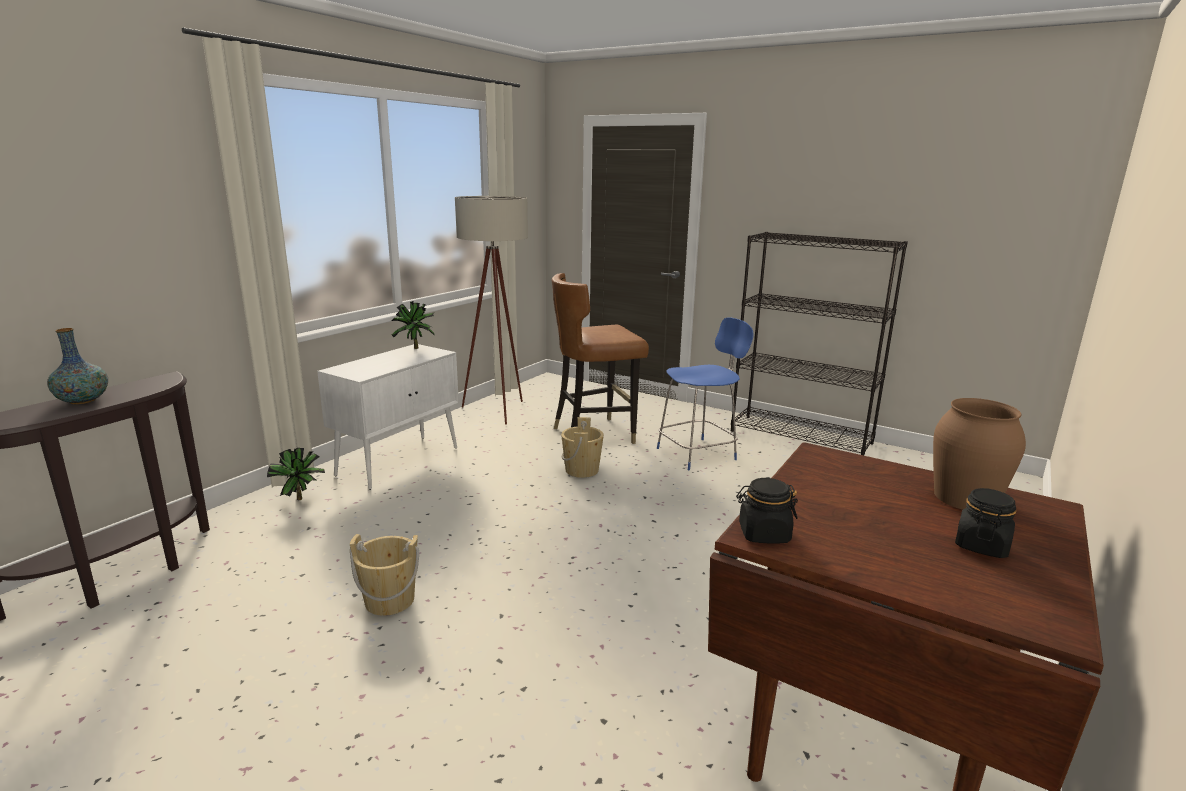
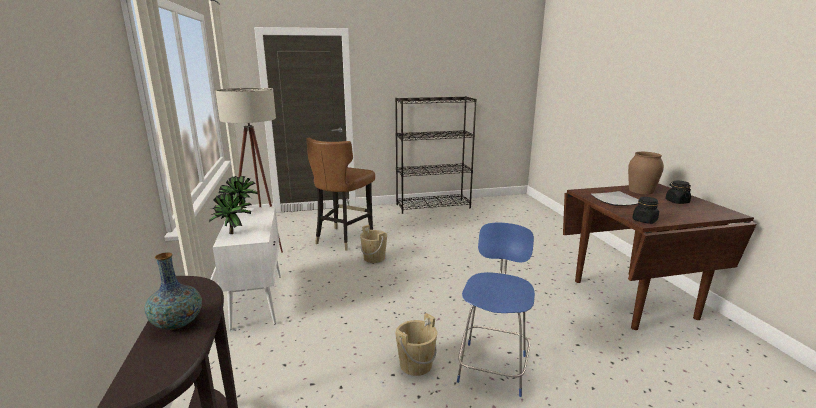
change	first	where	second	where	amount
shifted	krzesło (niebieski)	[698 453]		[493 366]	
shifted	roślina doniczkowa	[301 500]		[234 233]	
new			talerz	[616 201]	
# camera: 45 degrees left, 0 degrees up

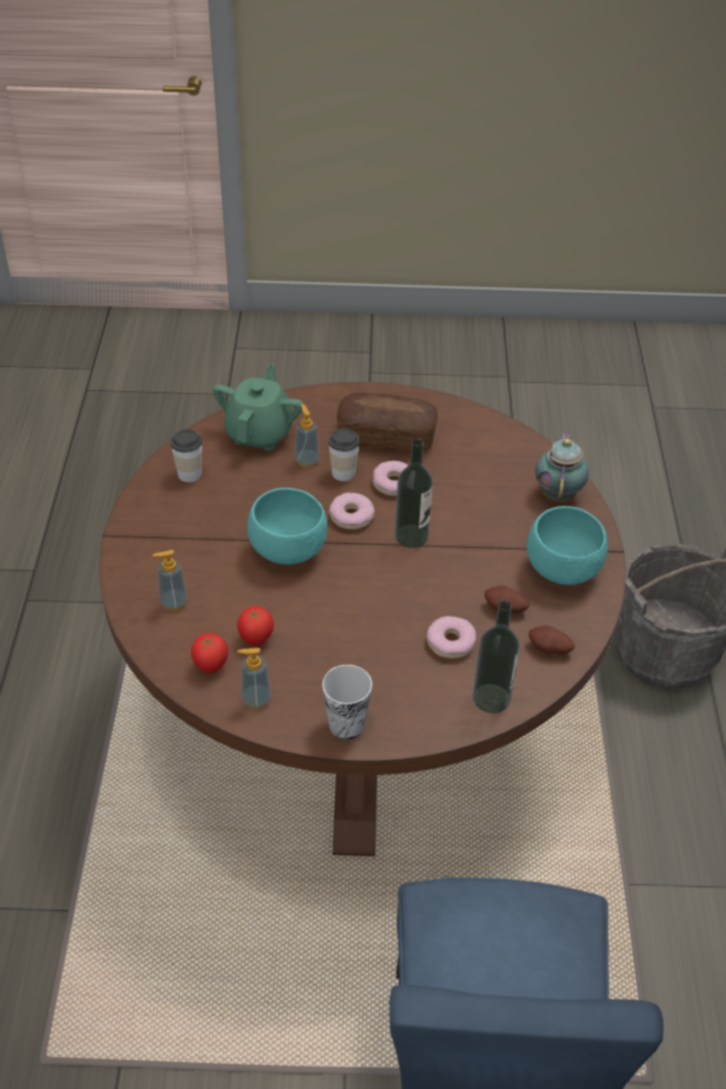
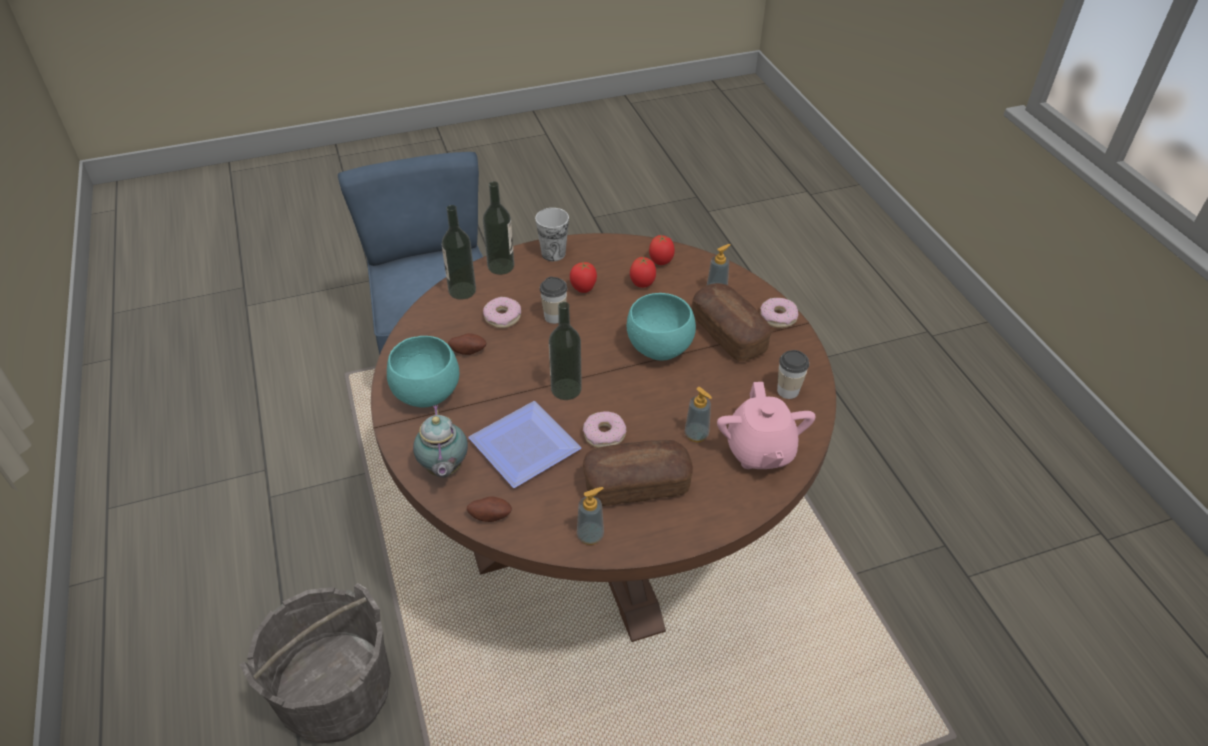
change	first	where	second	where	amount
repainted	imbryk (zielony)	[260 433]	imbryk (różowy)	[759 451]	
shifted	filiżanka	[343 473]		[554 316]	
shifted	donut	[351 516]		[778 317]	
shifted	ziemniak	[549 650]		[490 515]	
shifted	dozownik mydła	[256 699]		[590 535]	
new			butelka	[501 266]	
new			pomidor	[583 289]	
new			chleb	[728 334]	
new			talerz	[529 447]	
# camera: 160 degrees right, 0 degrees up

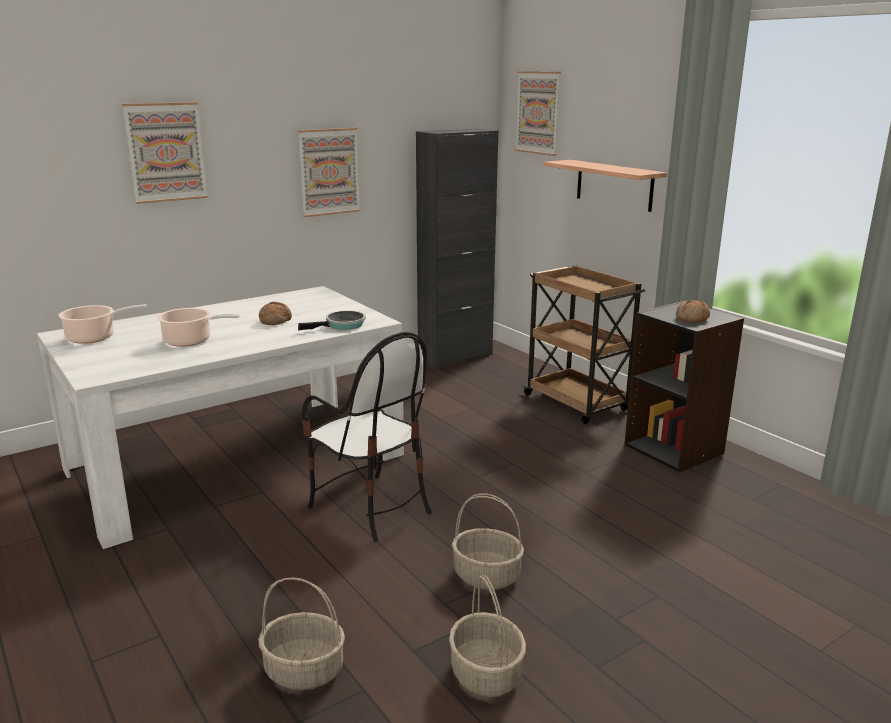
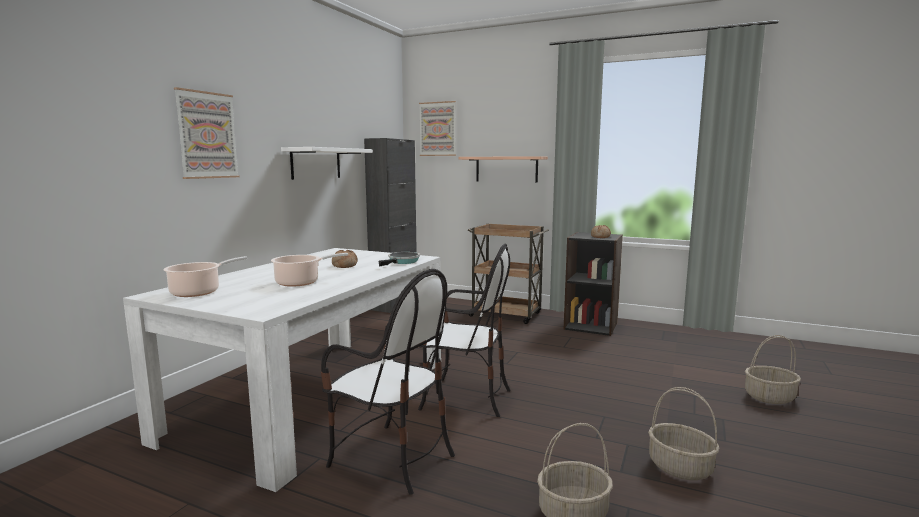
change	first	where	second	where	amount
swapped	obraz	[329 172]	półka (biały)	[316 163]	
shifted	koszyk	[487 575]		[769 397]	
new			krzesło	[391 458]	
# camera: 30 degrees left, 10 degrees down

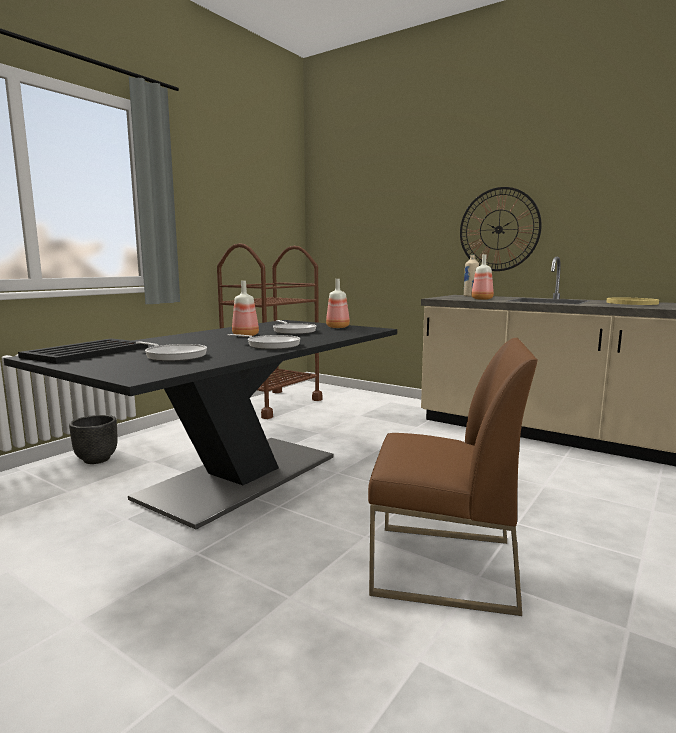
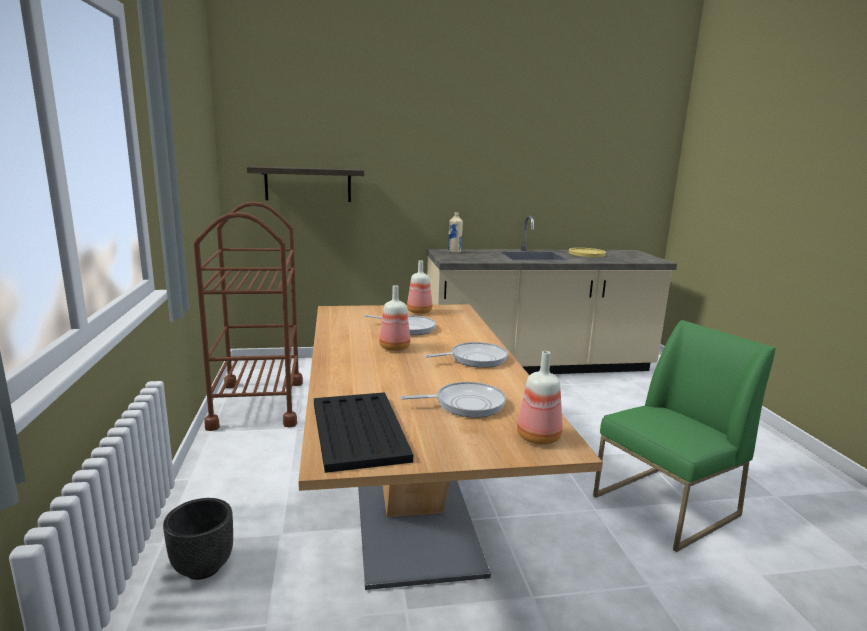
change	first	where	second	where	amount
gone	zegar ścienny	[499 229]			
shifted	butelka	[482 299]		[539 437]	
repainted	stół jadalny (czarny)	[241 477]	stół jadalny (beżowy)	[412 506]	
repainted	krzesło (brązowy)	[442 567]	krzesło (zielony)	[666 506]	
new			półka	[308 184]	
# camera: 45 degrees left, 5 degrees up

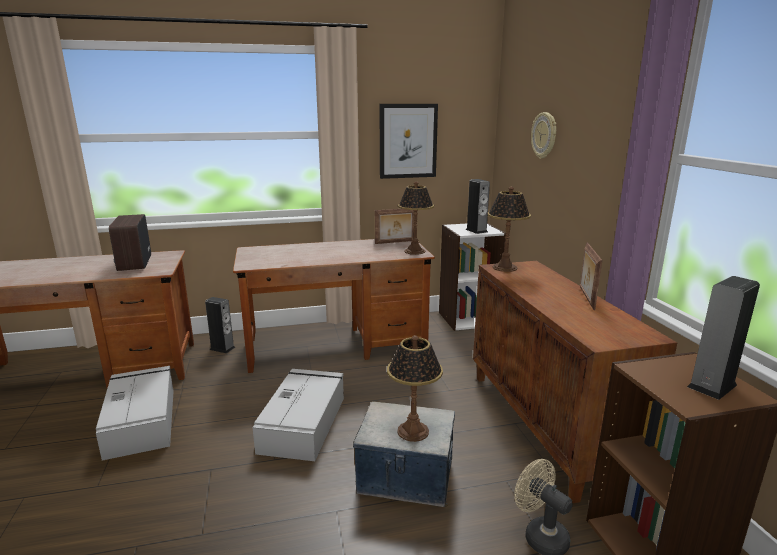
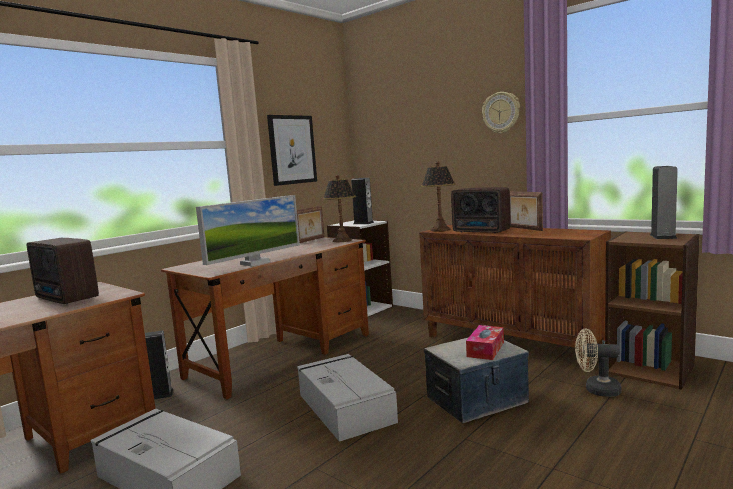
change	first	where	second	where	amount
shifted	zegar ścienny	[544 135]		[501 112]	
swapped	lampa stołowa	[413 431]	pudełko chusteczek	[485 349]	
new			radio	[482 231]	
new			monitor	[255 263]	
# camera: 35 degrees left, 10 degrees down

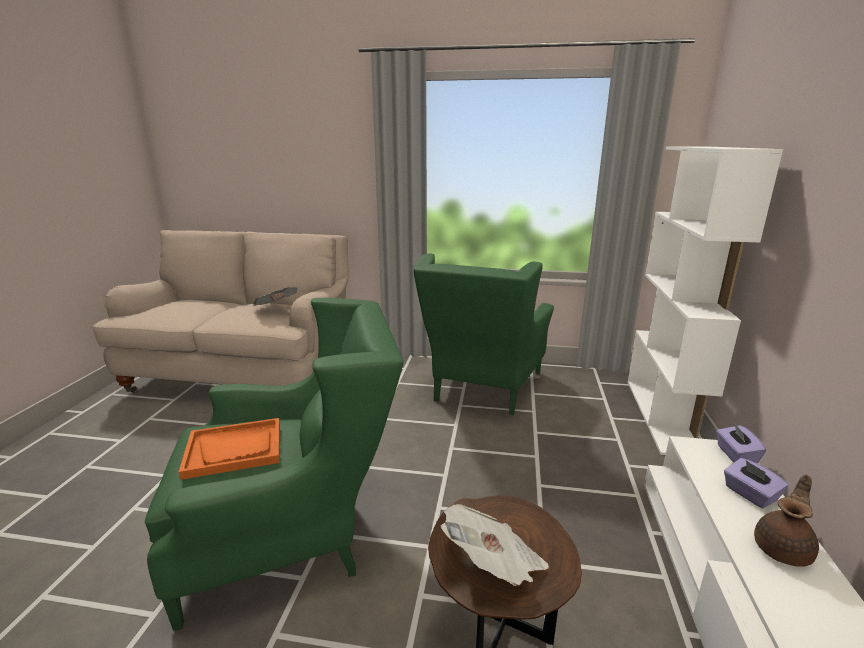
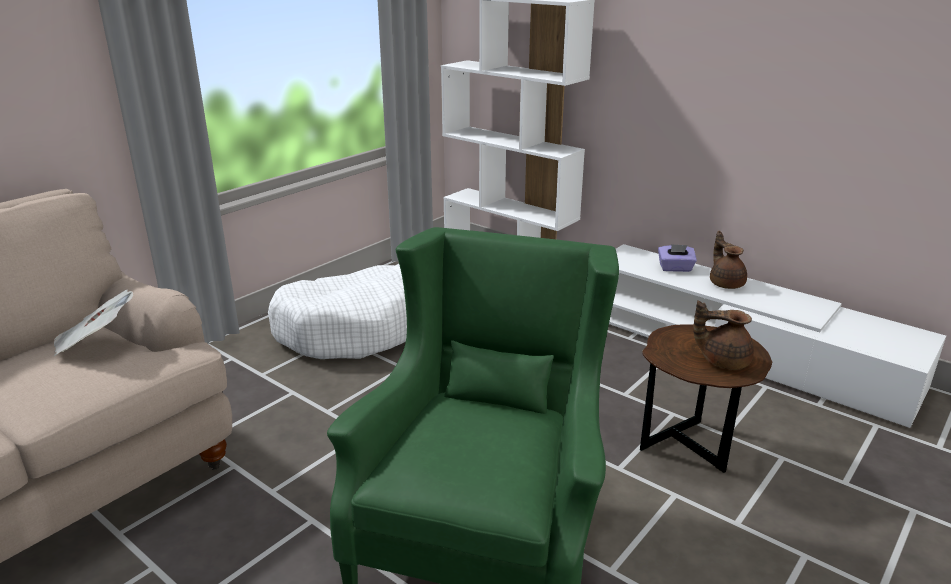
change	first	where	second	where	amount
swapped	fotel (zielony)	[481 390]	legowisko (biały)	[357 328]	
gone	taca (pomarańczowy)	[234 449]			
gone	pudełko chusteczek (fioletowy)	[735 455]			
swapped	gazeta	[494 565]	imbryk (brązowy)	[722 360]	
# camera: 60 degrees left, 5 degrees up

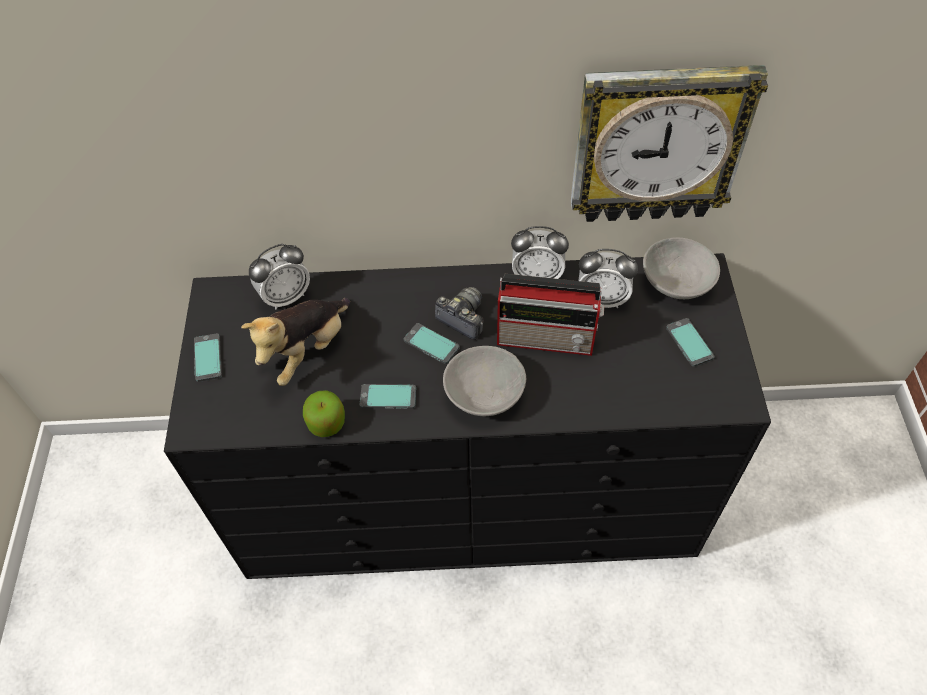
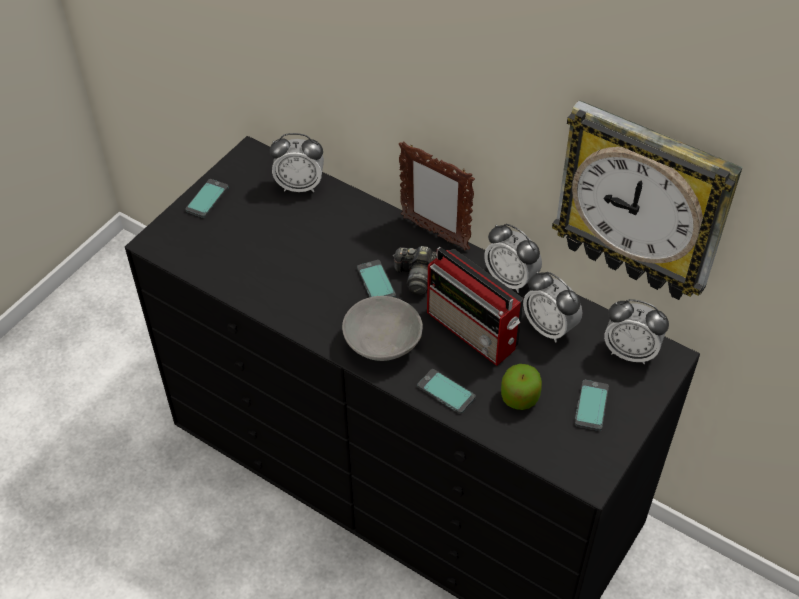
change	first	where	second	where	amount
swapped	miska (szary)	[677 282]	budzik	[630 352]	
rotated	aparat fotograficzny	[463 318]		[418 277]	120 degrees clockwise
gone	pluszak	[306 351]			
shifted	telefon	[388 397]		[446 392]	
shifted	jabłko	[326 423]		[519 397]	
new			ramka na zdjęcie	[434 233]	
# camera: 35 degrees right, 5 degrees down

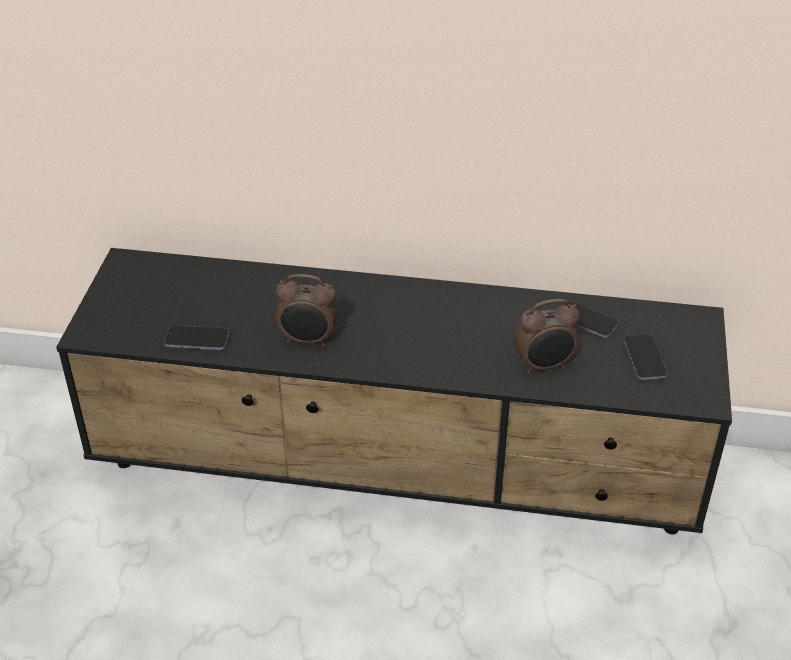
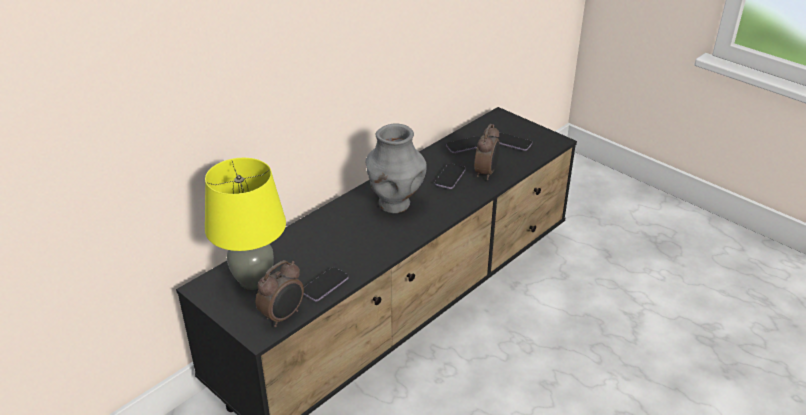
change	first	where	second	where	amount
shifted	budzik	[307 340]		[283 316]	
new			wazon (szary)	[394 204]	
new			lampa stołowa (żółty)	[254 280]	
new			telefon	[450 177]	
# camera: 55 degrees left, 5 degrees down

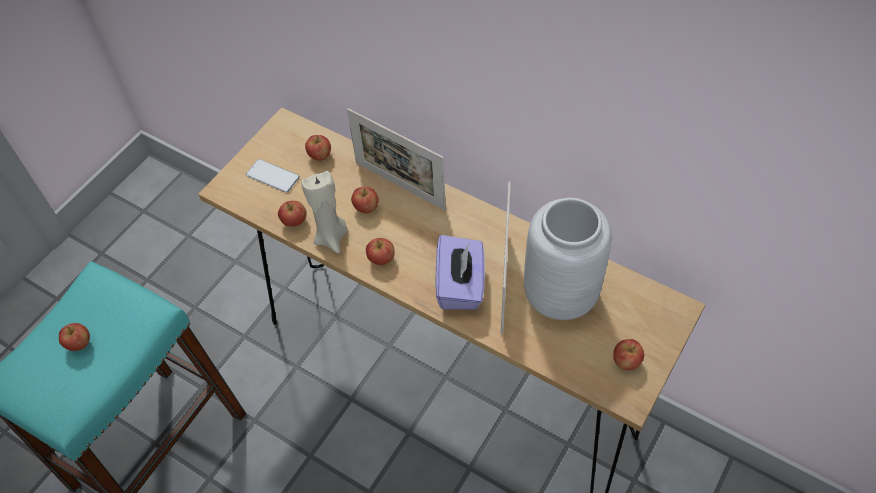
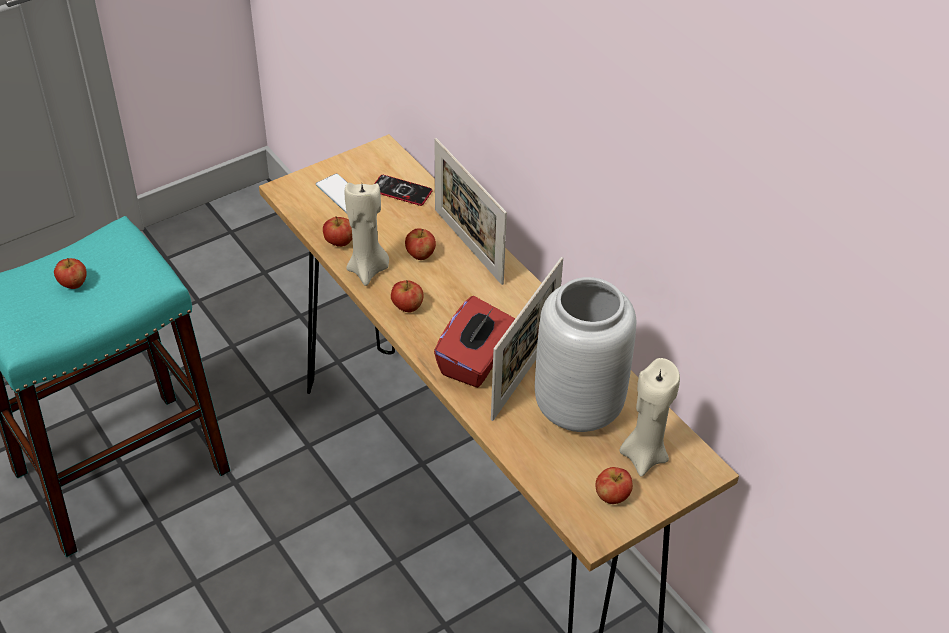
change	first	where	second	where	amount
swapped	jabłko	[320 156]	telefon	[401 191]	
repainted	pudełko chusteczek (fioletowy)	[460 286]	pudełko chusteczek (czerwony)	[475 361]	
new			świeca (beżowy)	[644 455]	
# camera: 20 degrees right, 10 degrees down

